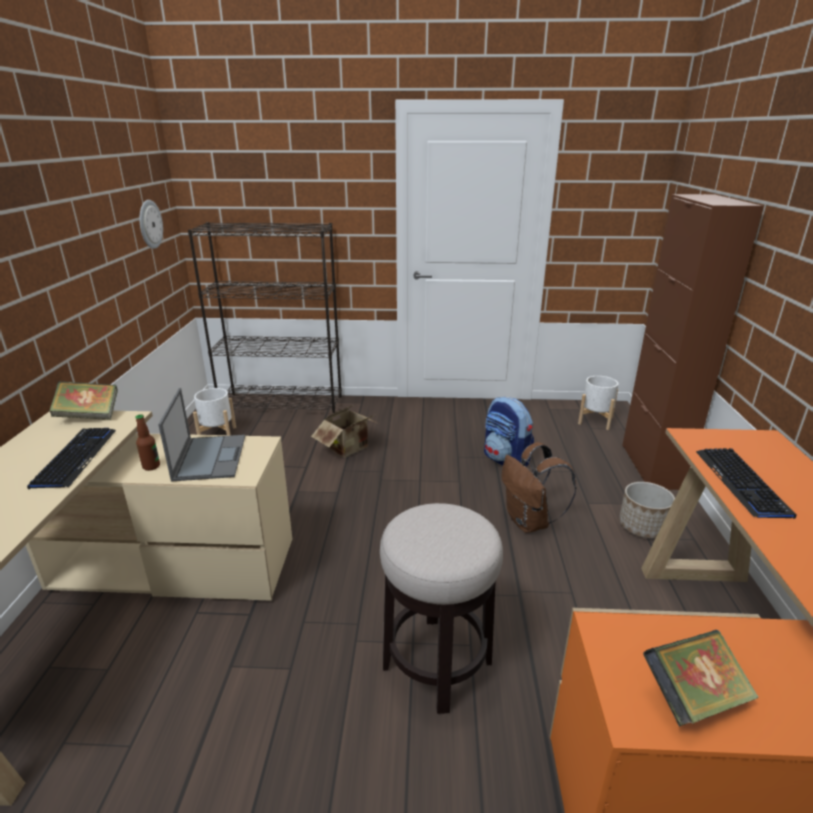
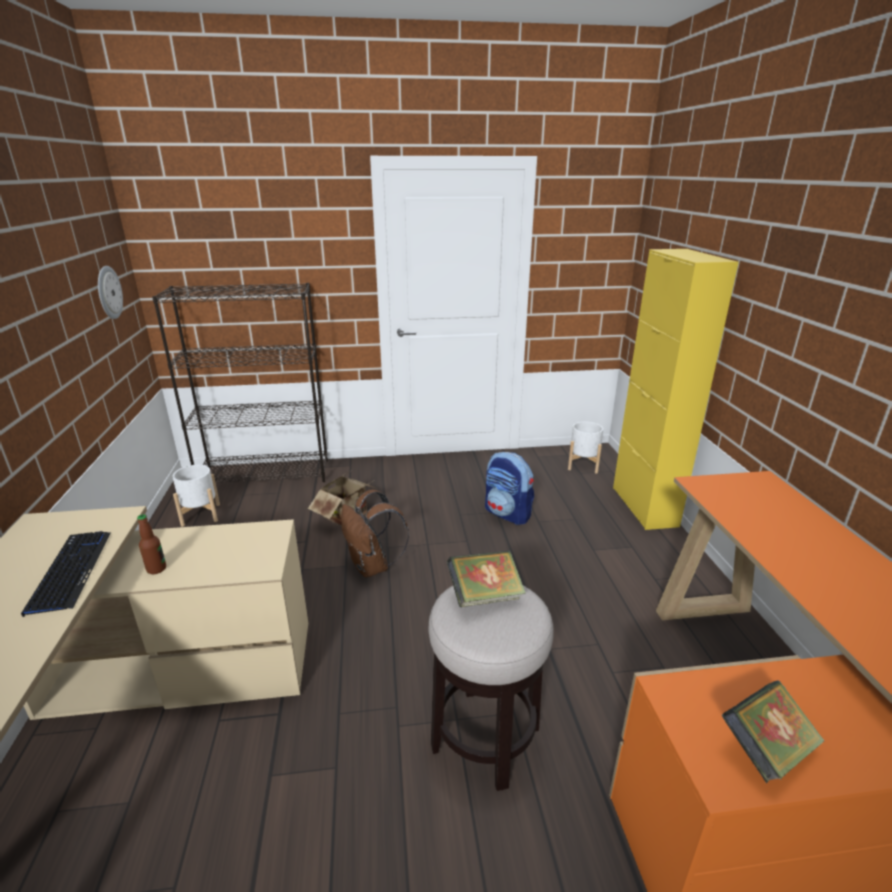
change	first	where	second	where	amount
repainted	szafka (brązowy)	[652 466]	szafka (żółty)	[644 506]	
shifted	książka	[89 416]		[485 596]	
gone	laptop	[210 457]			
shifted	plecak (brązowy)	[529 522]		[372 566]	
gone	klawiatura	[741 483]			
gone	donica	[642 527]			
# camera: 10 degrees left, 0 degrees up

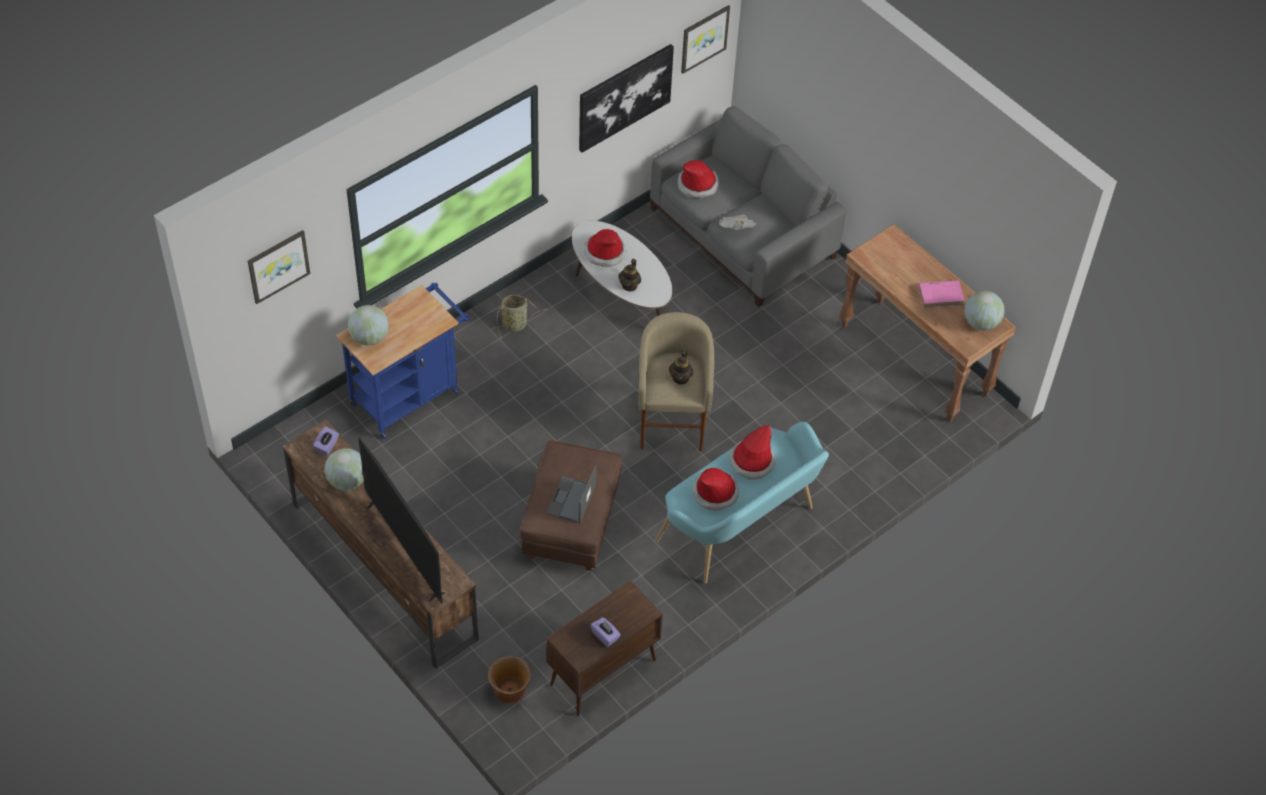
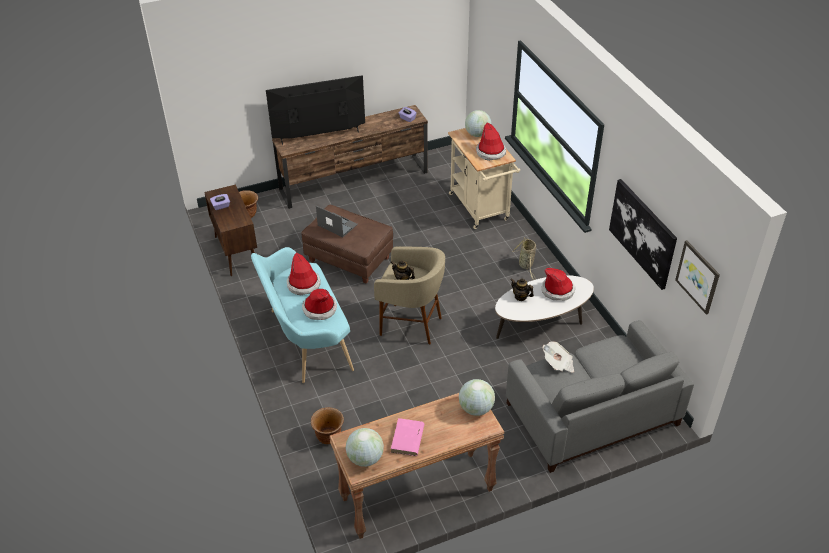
change	first	where	second	where	amount
shifted	kapelusz	[697 184]		[491 152]	
gone	obraz	[278 266]			
repainted	wózek (niebieski)	[410 394]	wózek (beżowy)	[480 209]	
shifted	globus	[347 481]		[476 408]	
new			donica (brązowy)	[328 436]	
# camera: 110 degrees right, 10 degrees down

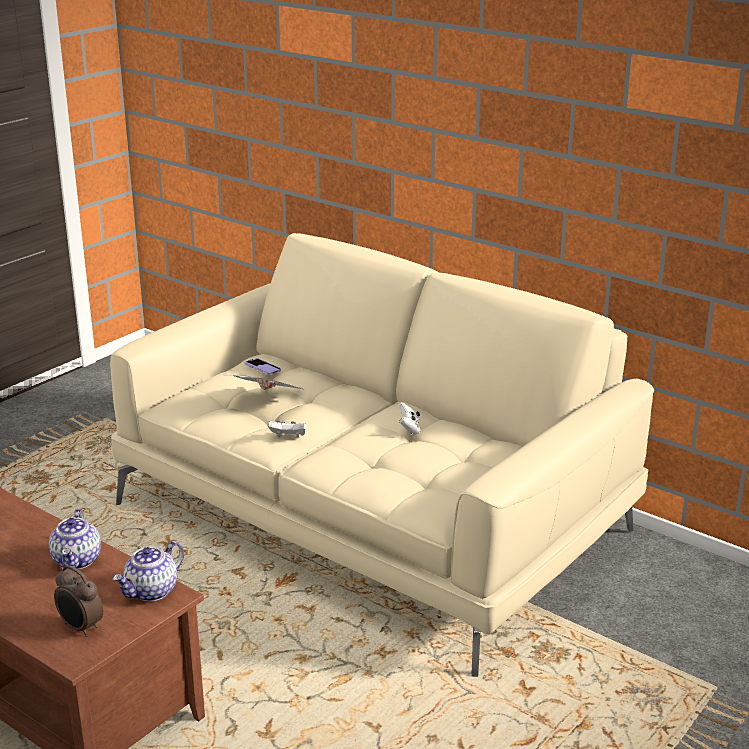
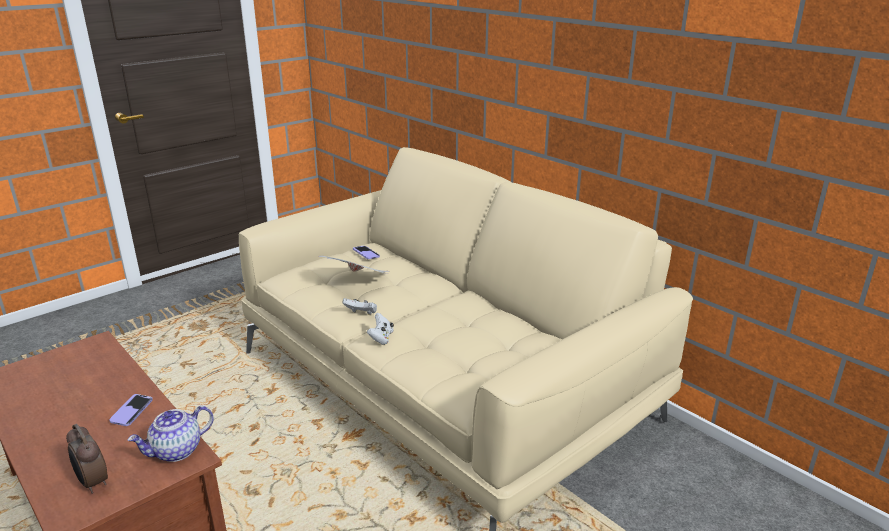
change	first	where	second	where	amount
shifted	pad do gier (biały)	[409 429]		[381 338]	
swapped	imbryk	[77 560]	telefon	[132 411]	
# camera: 10 degrees right, 0 degrees up

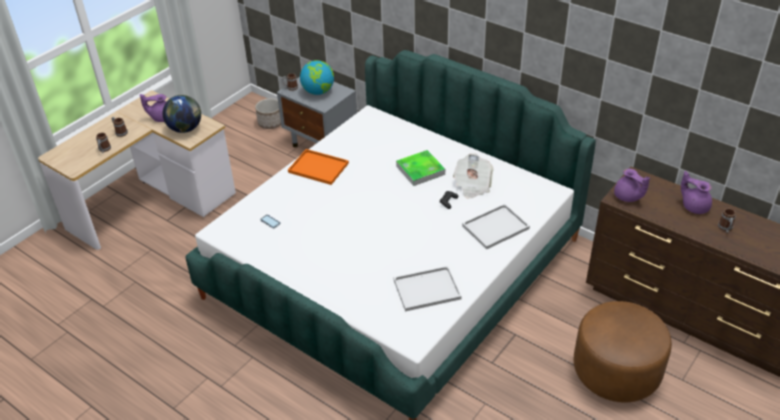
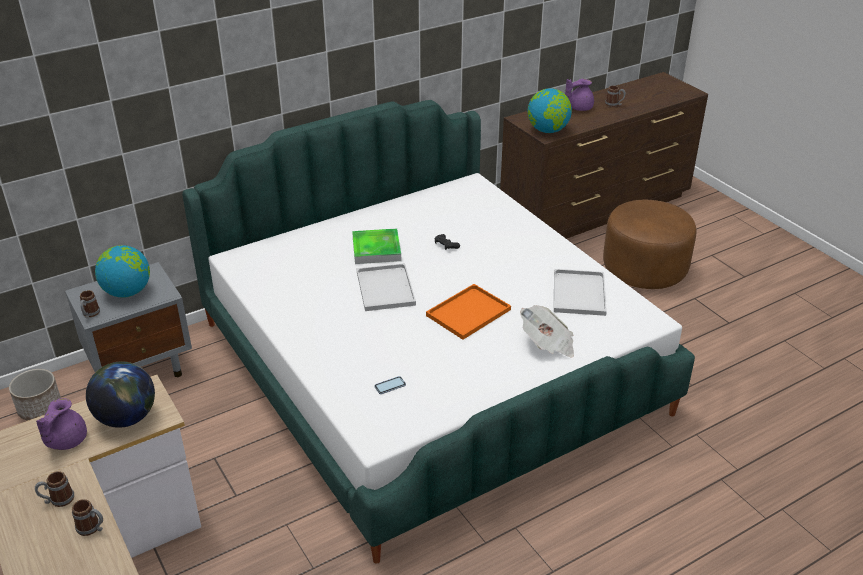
change	first	where	second	where	amount
shifted	taca (pomarańczowy)	[317 168]		[468 313]	
shifted	gazeta	[472 185]		[547 344]	
swapped	imbryk (fioletowy)	[627 197]	globus	[548 130]	
shifted	taca (biały)	[495 228]		[386 289]	
# camera: 70 degrees left, 5 degrees down

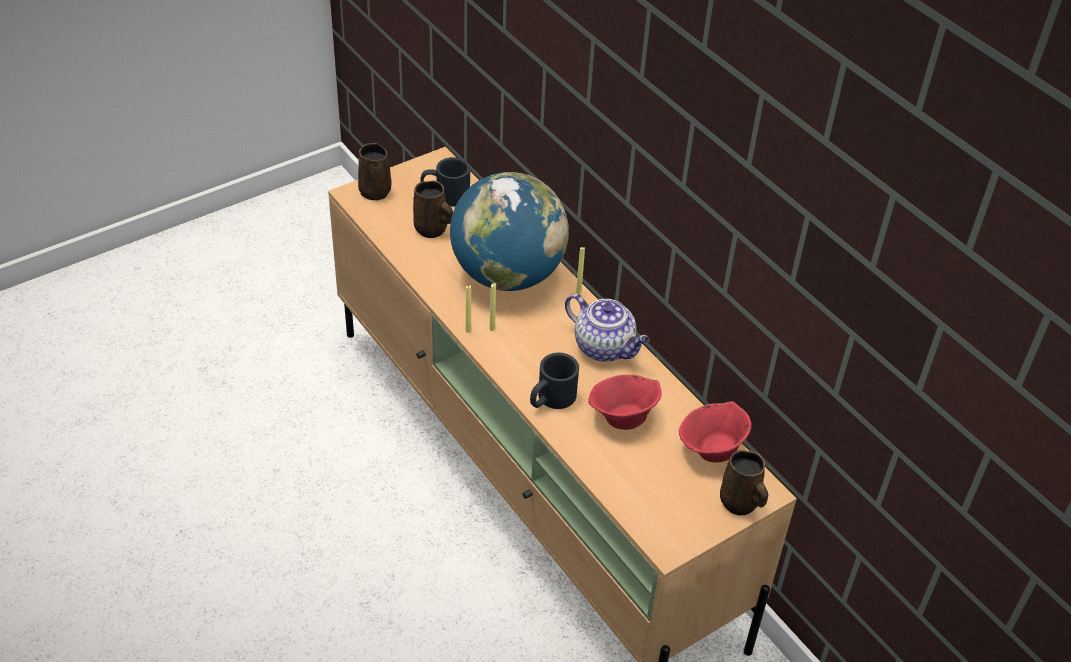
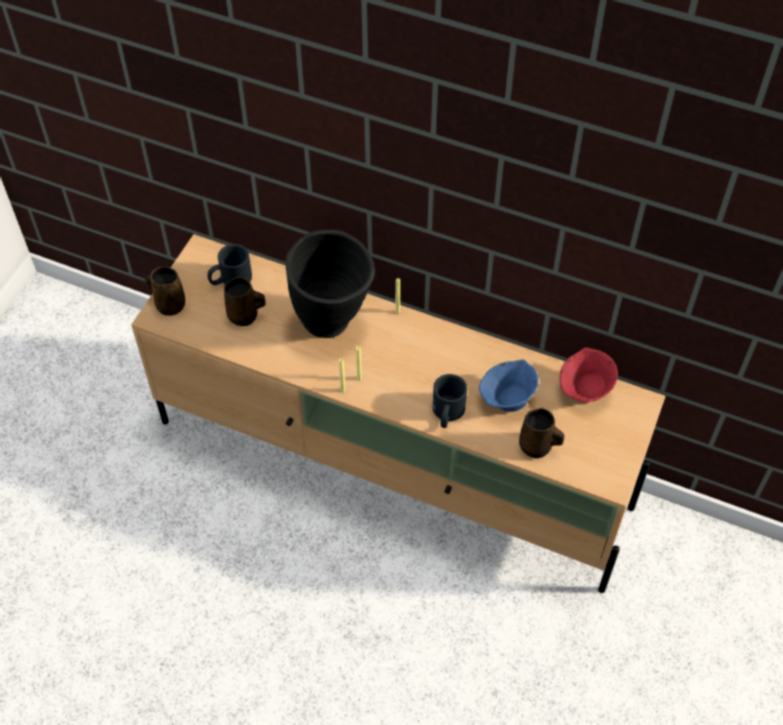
change	first	where	second	where	amount
swapped	globus	[507 275]	wazon (czarny)	[334 325]	
gone	imbryk	[605 348]			
repainted	miska (czerwony)	[622 417]	miska (niebieski)	[507 400]	
shifted	kubek (brązowy)	[740 503]		[537 447]	
# camera: 30 degrees left, 10 degrees up

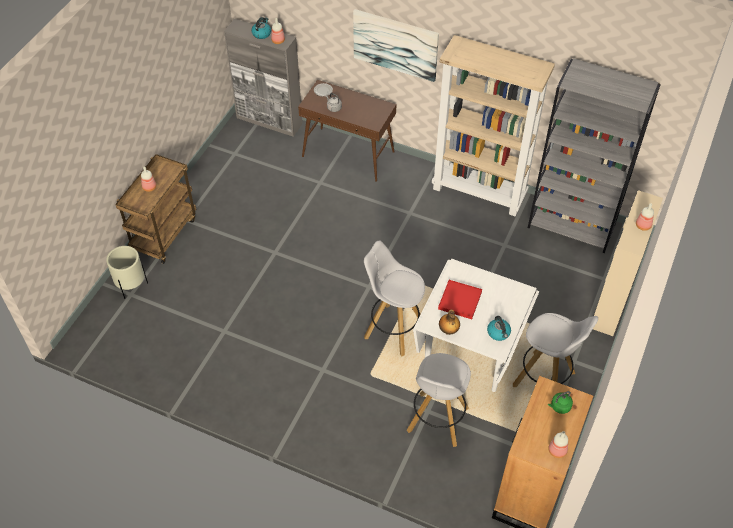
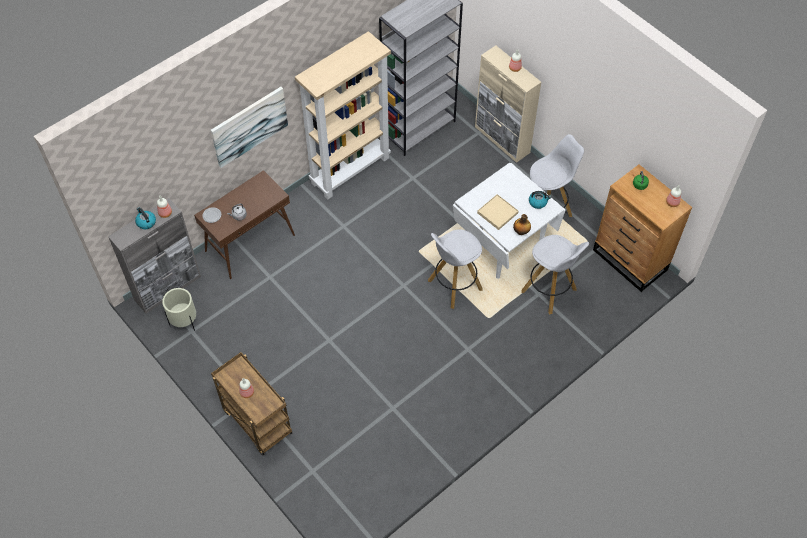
change	first	where	second	where	amount
shifted	donica (beżowy)	[131 286]		[184 322]	
repainted	taca (czerwony)	[460 300]	taca (beżowy)	[497 213]	
# camera: 65 degrees left, 5 degrees up

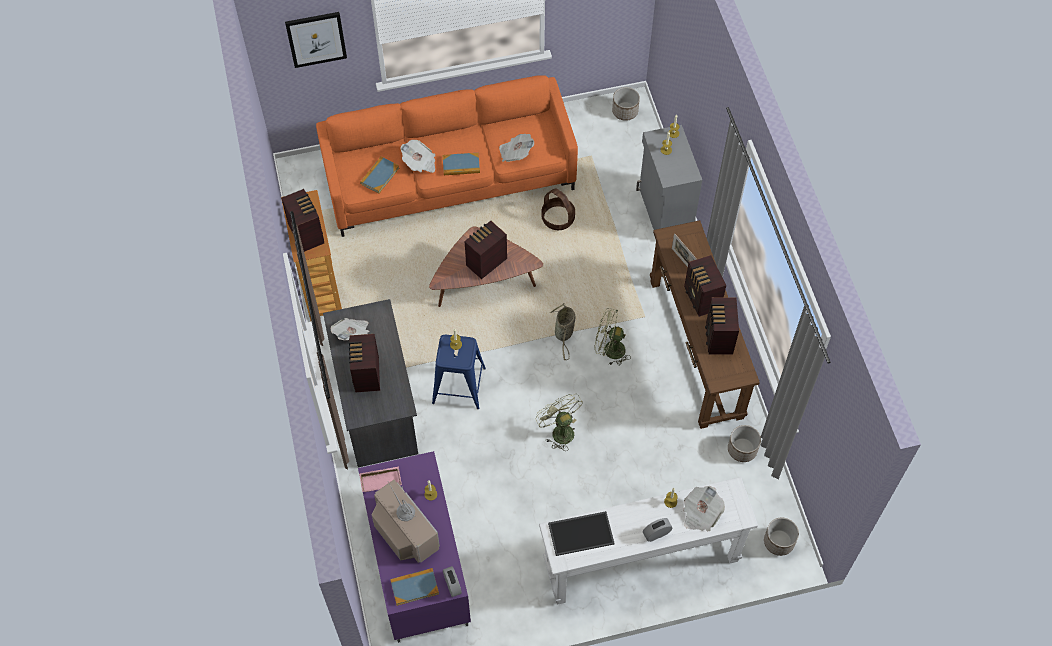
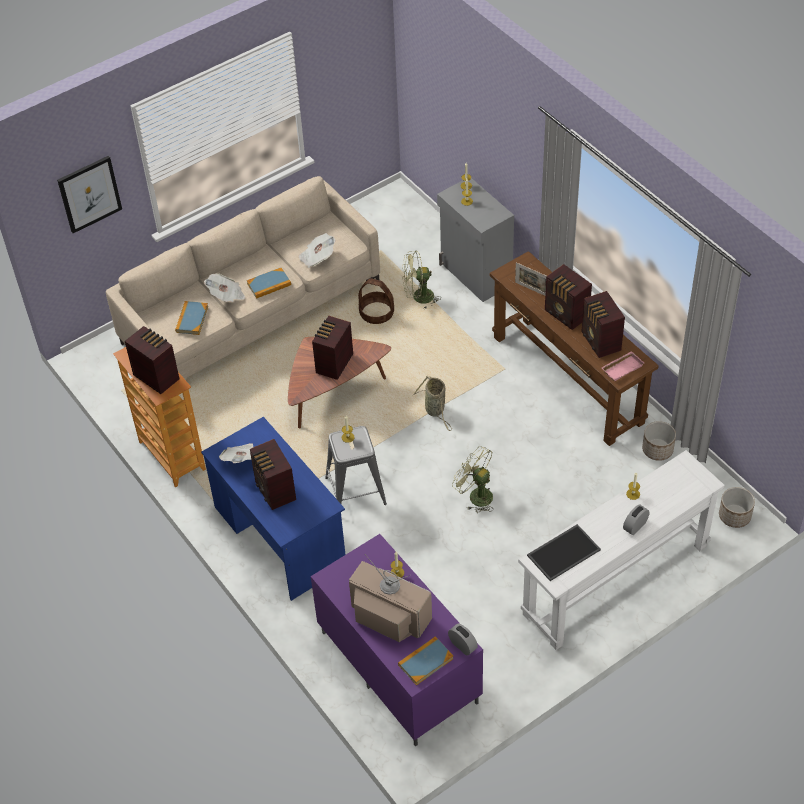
change	first	where	second	where	amount
repainted	kanapa (pomarańczowy)	[449 179]	kanapa (beżowy)	[252 314]	
gone	donica	[625 111]			
repainted	biurko (szary)	[376 403]	biurko (niebieski)	[280 536]	
shifted	wentylator (zielony)	[609 350]		[418 298]	
repainted	stołek (niebieski)	[459 385]	stołek (szary)	[355 491]	
shifted	taca (różowy)	[381 480]		[622 368]	
gone	gazeta	[700 514]			
# camera: 20 degrees left, 10 degrees down

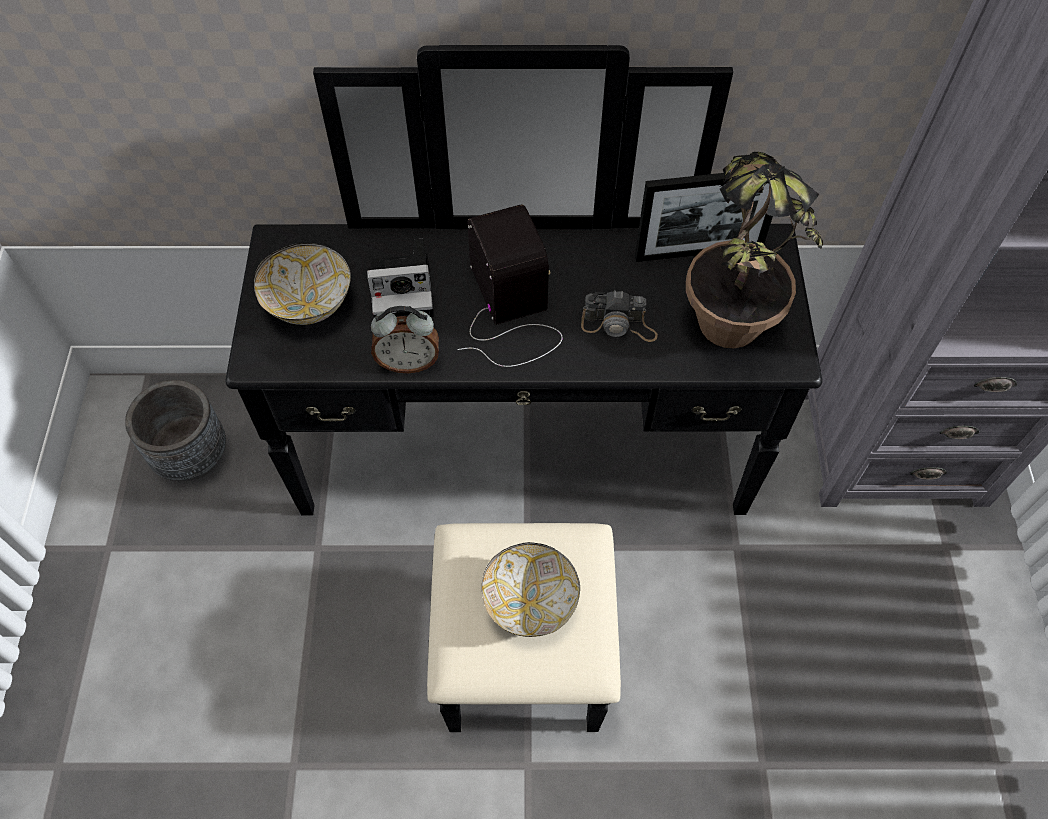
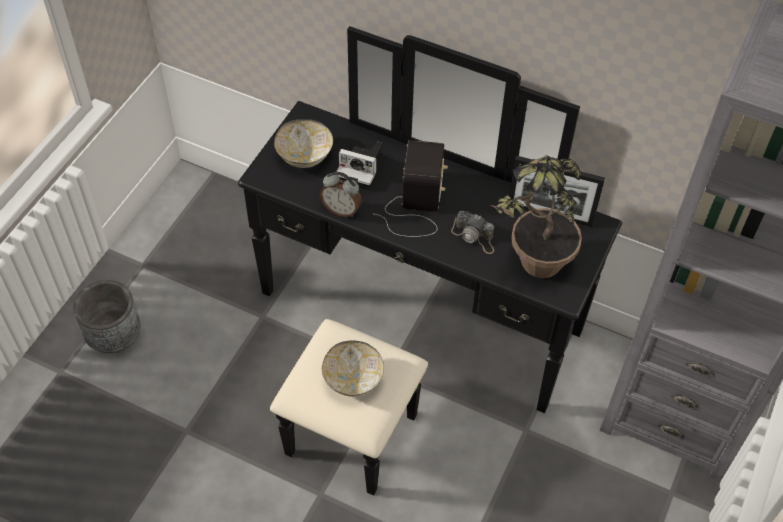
change	first	where	second	where	amount
shifted	donica (szary)	[192 456]		[115 336]	
# camera: 25 degrees right, 5 degrees down

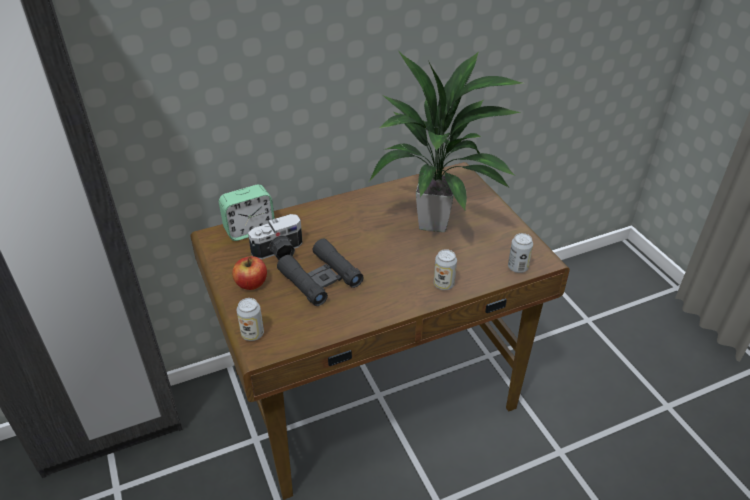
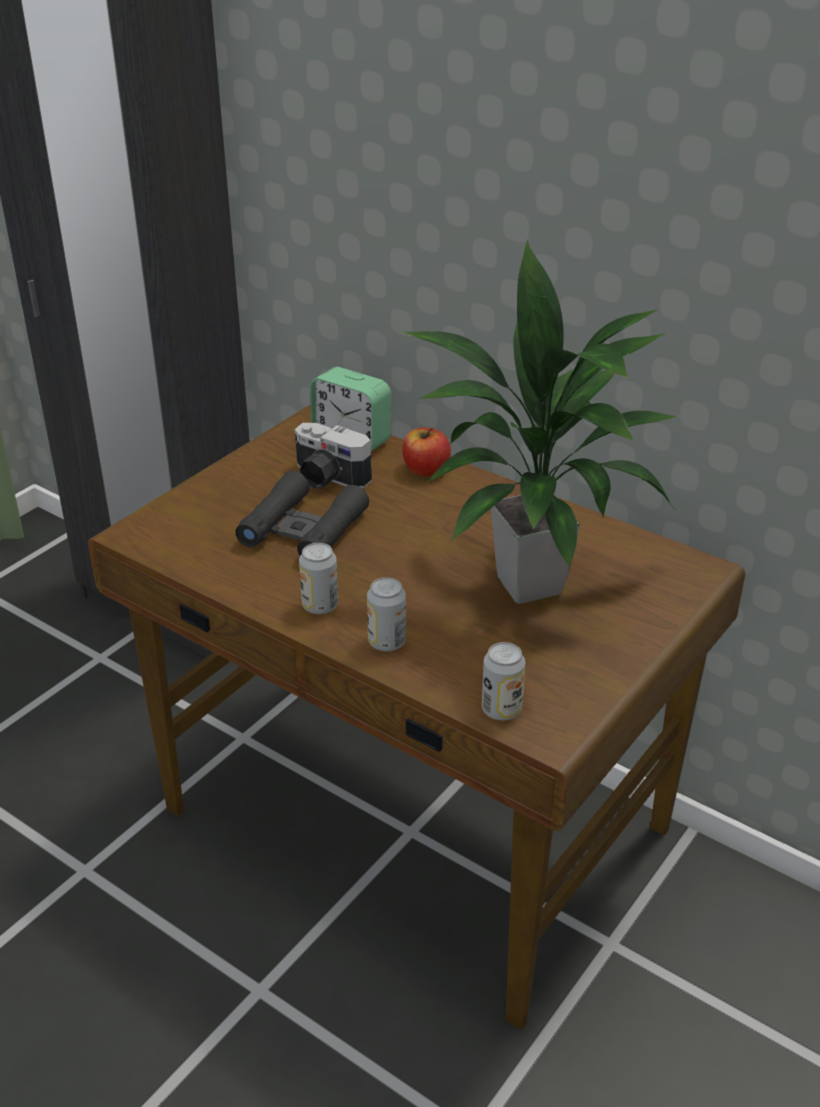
change	first	where	second	where	amount
shifted	jabłko	[251 283]		[426 470]	
shifted	puszka	[252 334]		[320 606]	
# camera: 60 degrees right, 5 degrees down

